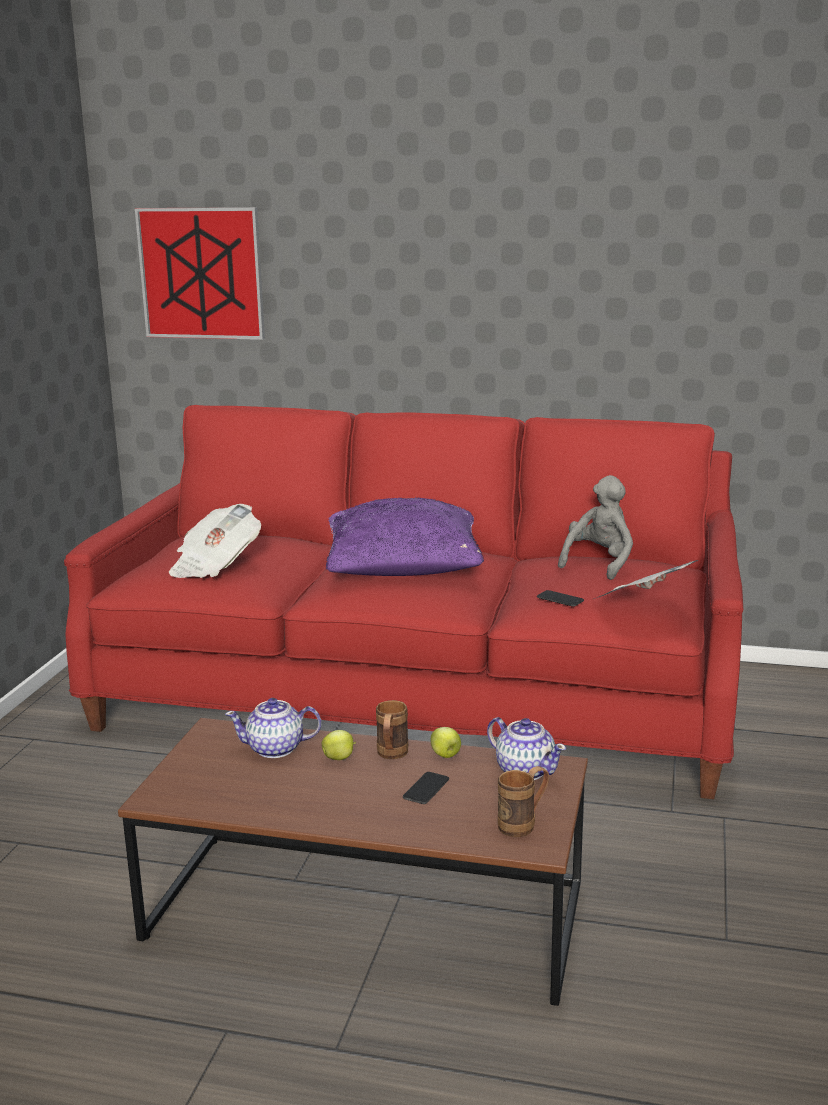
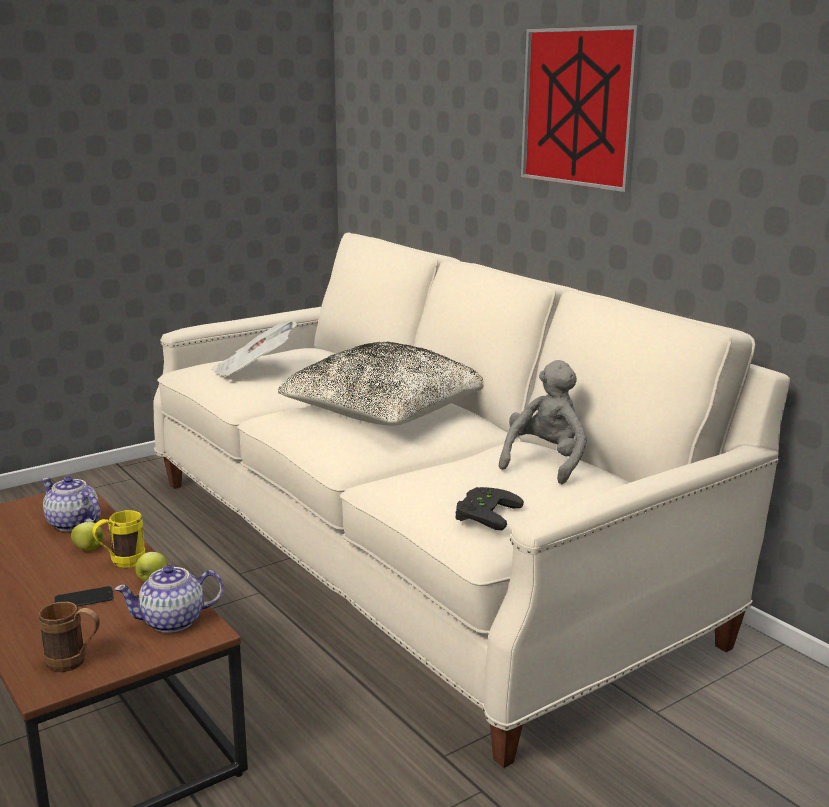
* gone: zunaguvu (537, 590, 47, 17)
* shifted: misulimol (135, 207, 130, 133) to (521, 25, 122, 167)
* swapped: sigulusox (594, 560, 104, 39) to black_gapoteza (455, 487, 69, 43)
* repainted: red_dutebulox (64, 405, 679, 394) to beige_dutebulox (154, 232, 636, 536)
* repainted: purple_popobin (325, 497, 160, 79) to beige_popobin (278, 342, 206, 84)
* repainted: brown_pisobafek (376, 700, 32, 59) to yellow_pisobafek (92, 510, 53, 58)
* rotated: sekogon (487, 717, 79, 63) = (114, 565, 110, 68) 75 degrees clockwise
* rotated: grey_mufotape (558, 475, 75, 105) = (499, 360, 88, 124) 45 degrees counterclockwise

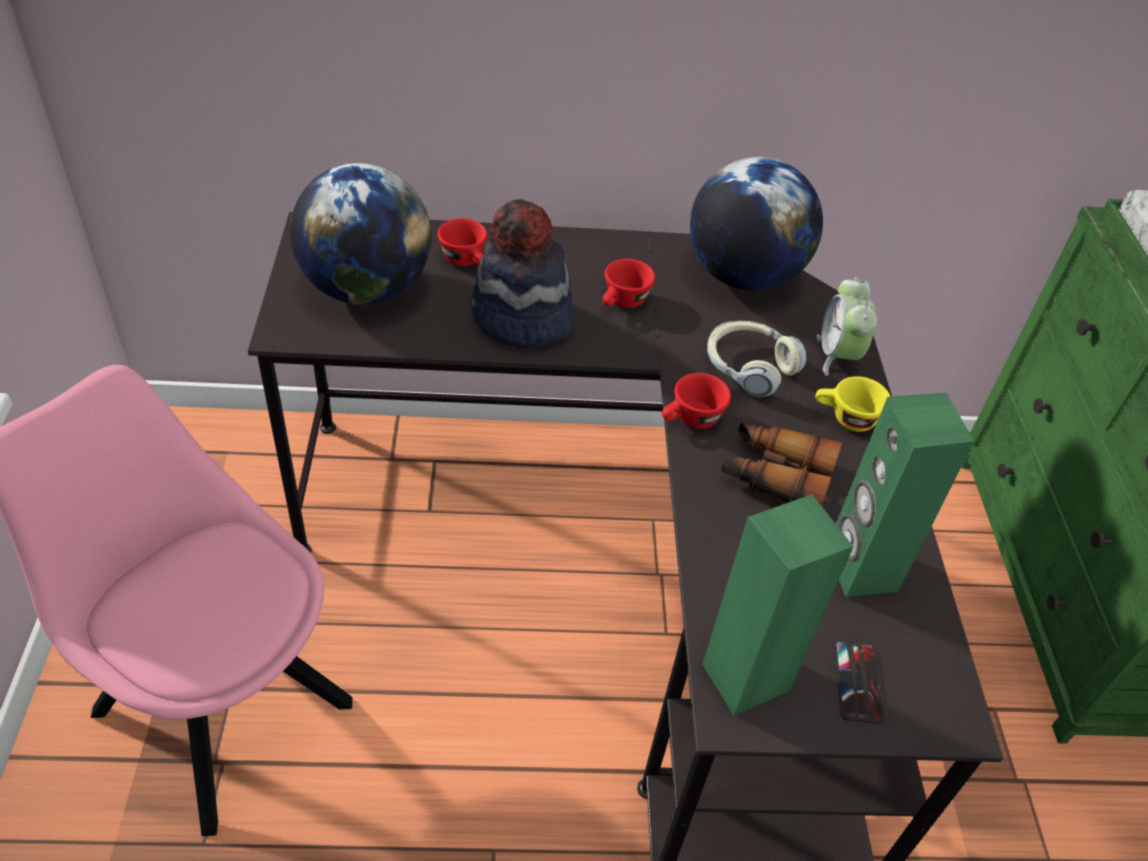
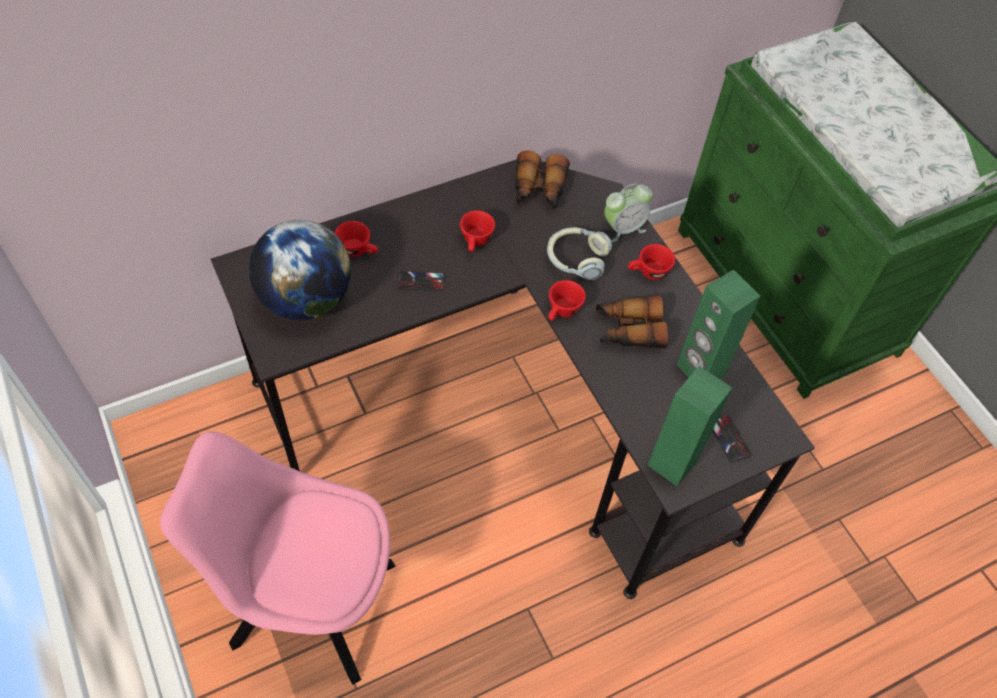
* swapped: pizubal (471, 199, 103, 149) to zunaguvu (396, 271, 49, 20)
* swapped: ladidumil (690, 157, 133, 134) to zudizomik (515, 150, 55, 59)
* repainted: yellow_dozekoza (815, 376, 76, 56) to red_dozekoza (628, 244, 47, 36)
* rotated: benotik (816, 277, 61, 99) = (604, 184, 49, 59) 90 degrees counterclockwise

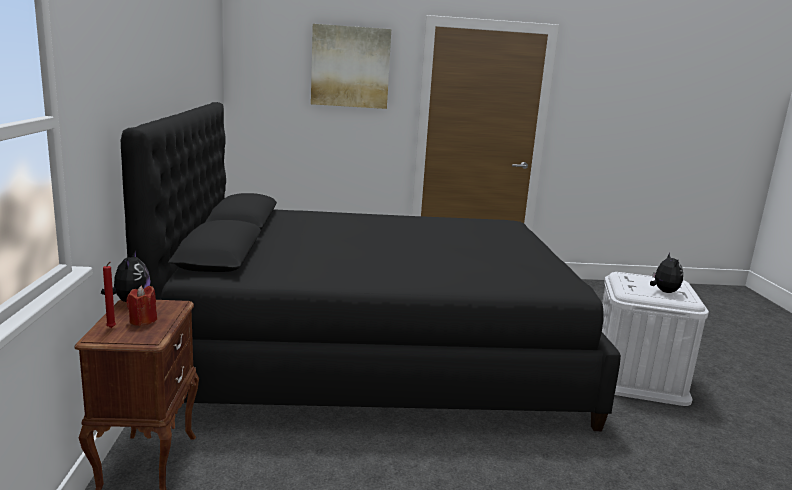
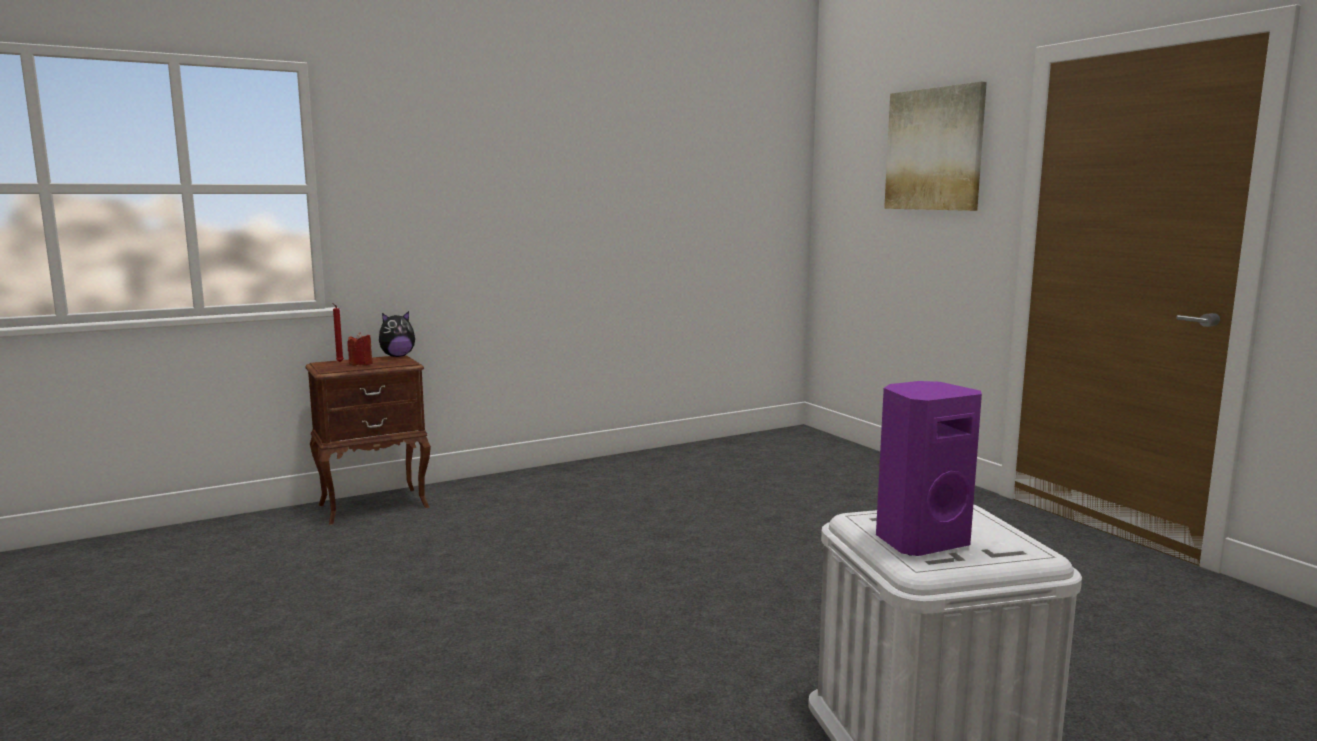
* gone: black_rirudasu (121, 102, 500, 329)
* swapped: mufotape (650, 253, 33, 40) to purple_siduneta (876, 381, 106, 175)

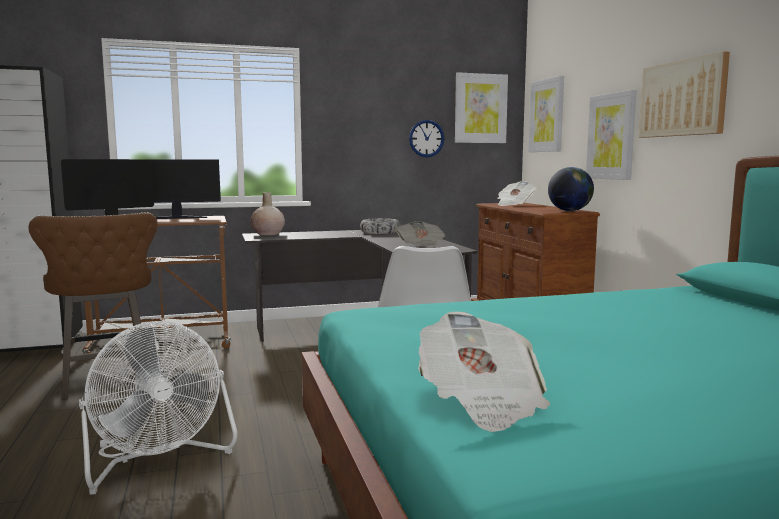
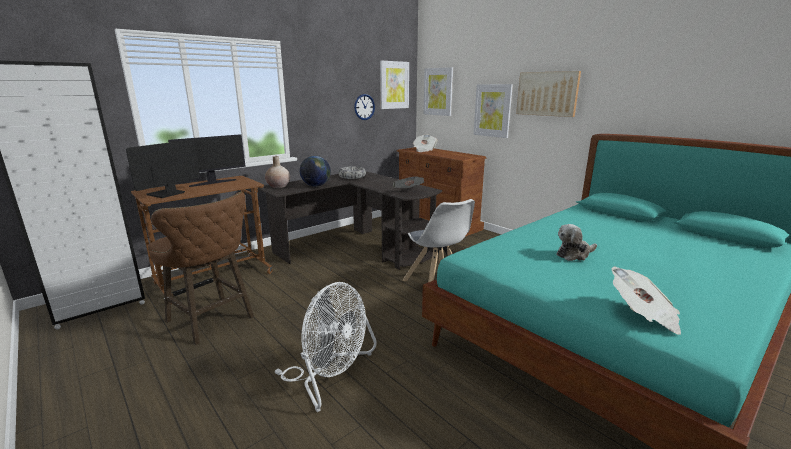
* new: mufotape (557, 224, 40, 37)
* shifted: ladidumil (548, 167, 46, 44) to (300, 156, 31, 31)

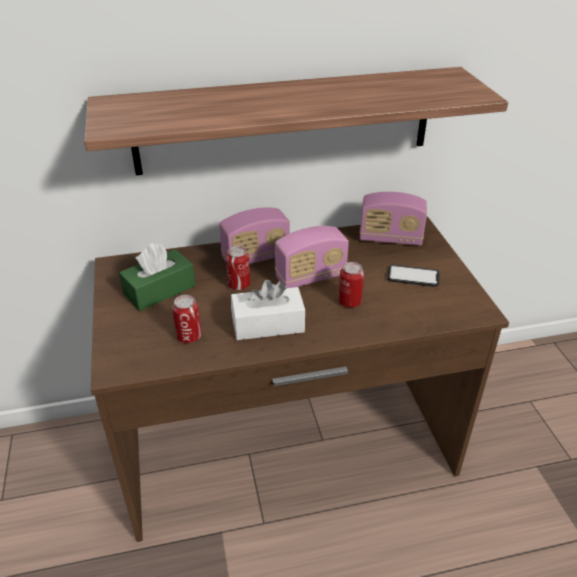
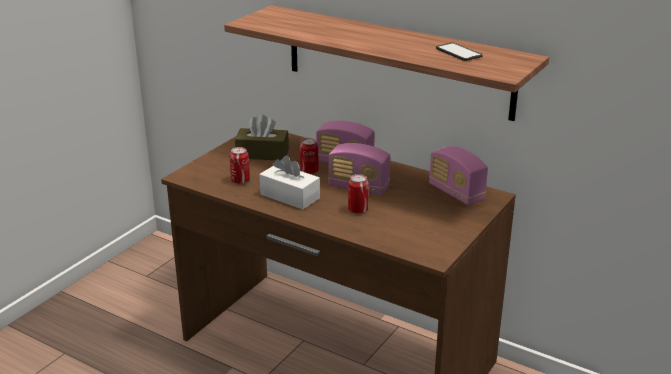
* shifted: zunaguvu (387, 265, 52, 22) to (436, 42, 47, 19)
* repainted: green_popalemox (119, 243, 77, 68) to brown_popalemox (235, 114, 54, 47)

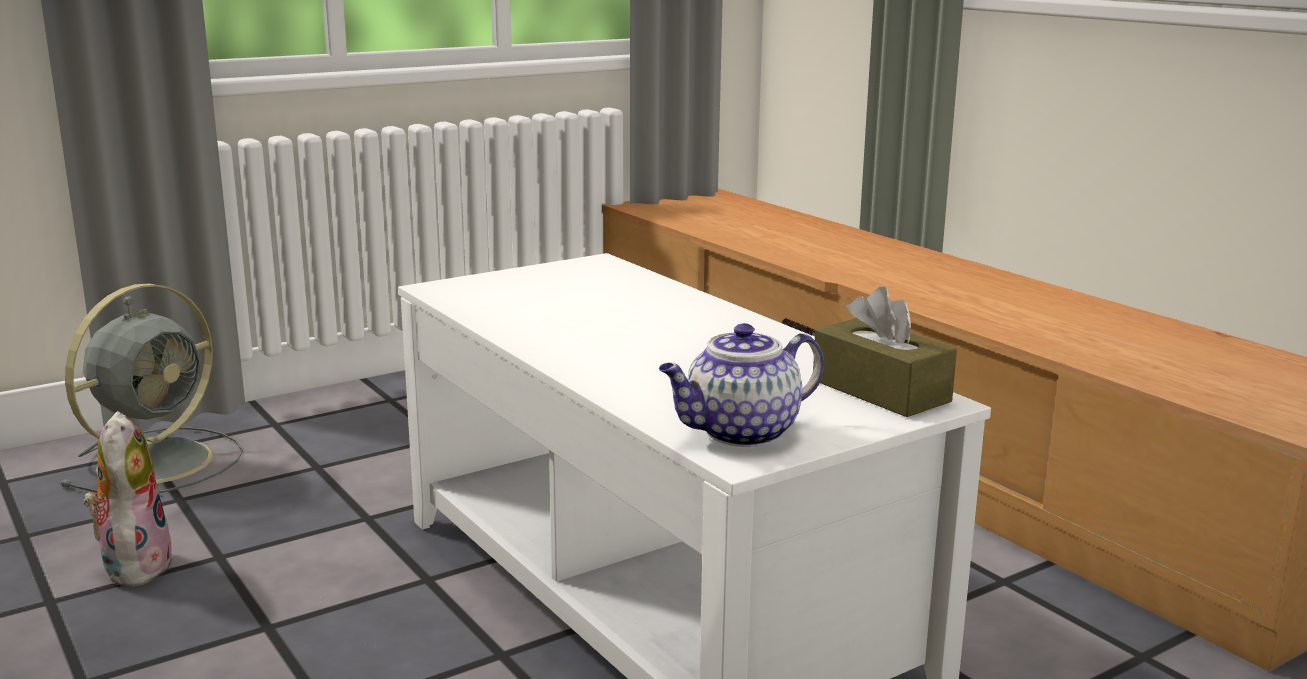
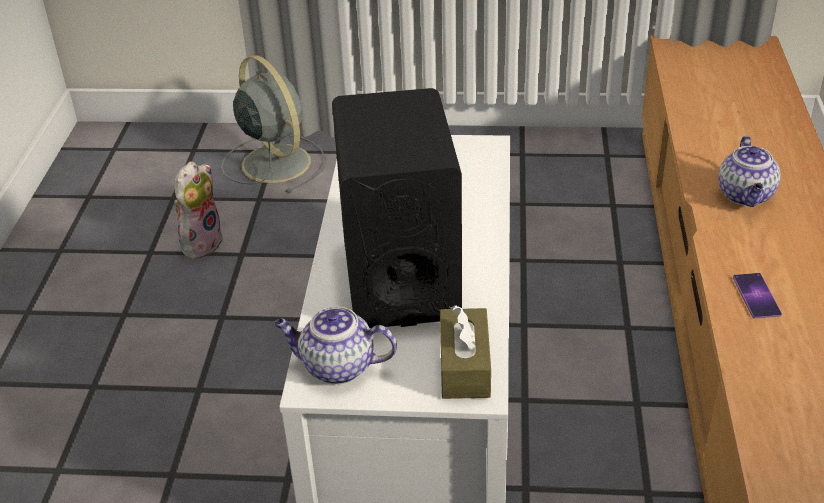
* new: black_siduneta (332, 88, 130, 240)
* new: sekogon (718, 136, 63, 71)
* new: zunaguvu (733, 273, 49, 46)
* rotated: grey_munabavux (60, 283, 183, 210) = (221, 55, 106, 139) 105 degrees counterclockwise

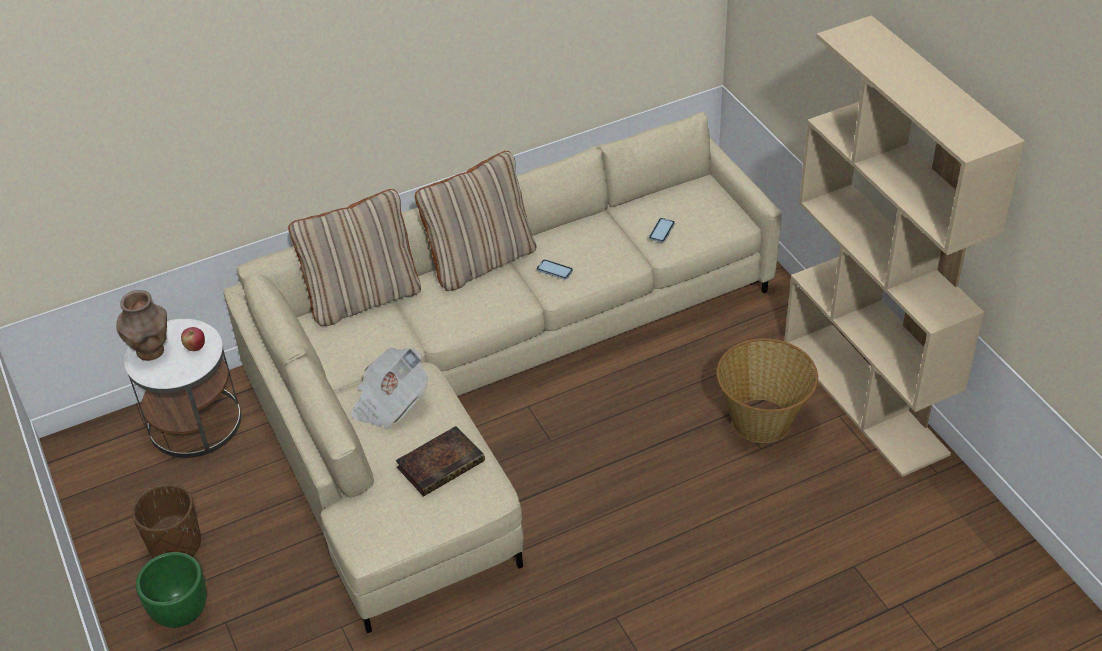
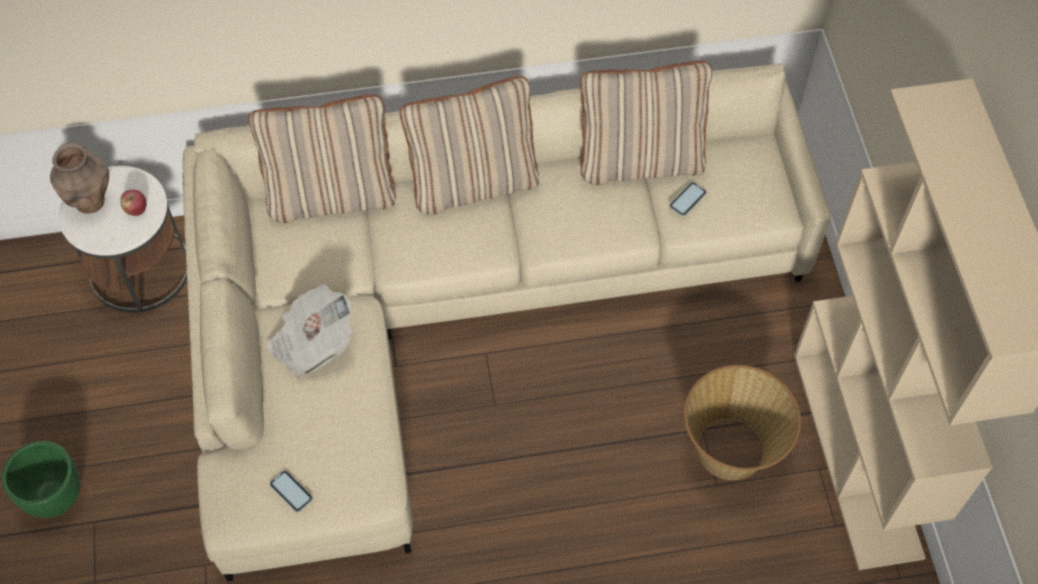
* gone: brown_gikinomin (132, 483, 69, 75)
* gone: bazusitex (396, 426, 89, 71)
* new: beige_popobin (580, 61, 132, 124)
* shifted: zunaguvu (537, 259, 36, 21) to (270, 470, 43, 42)

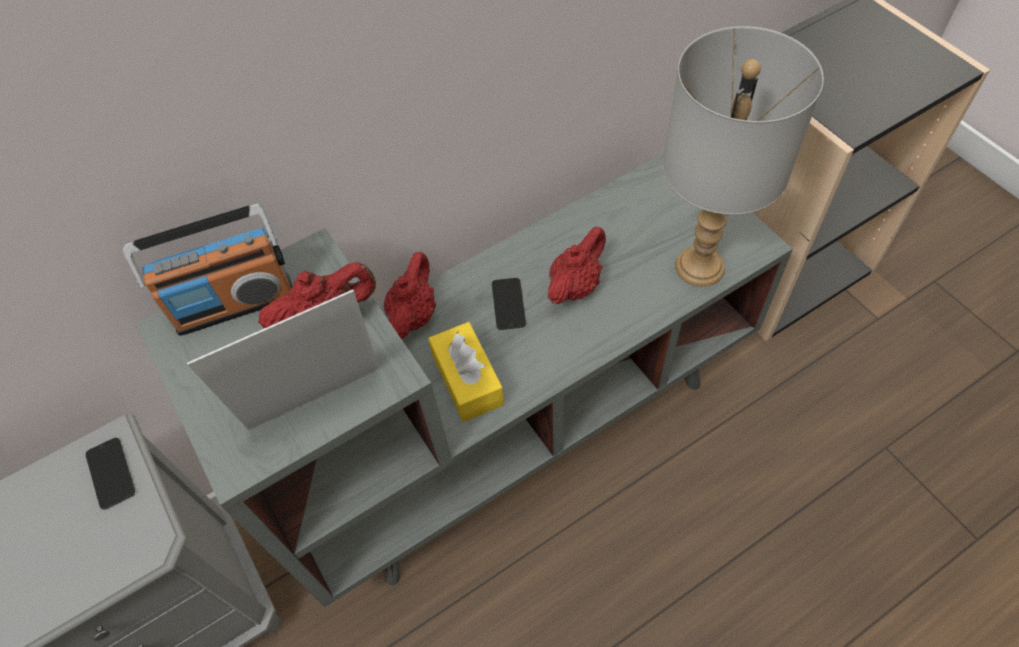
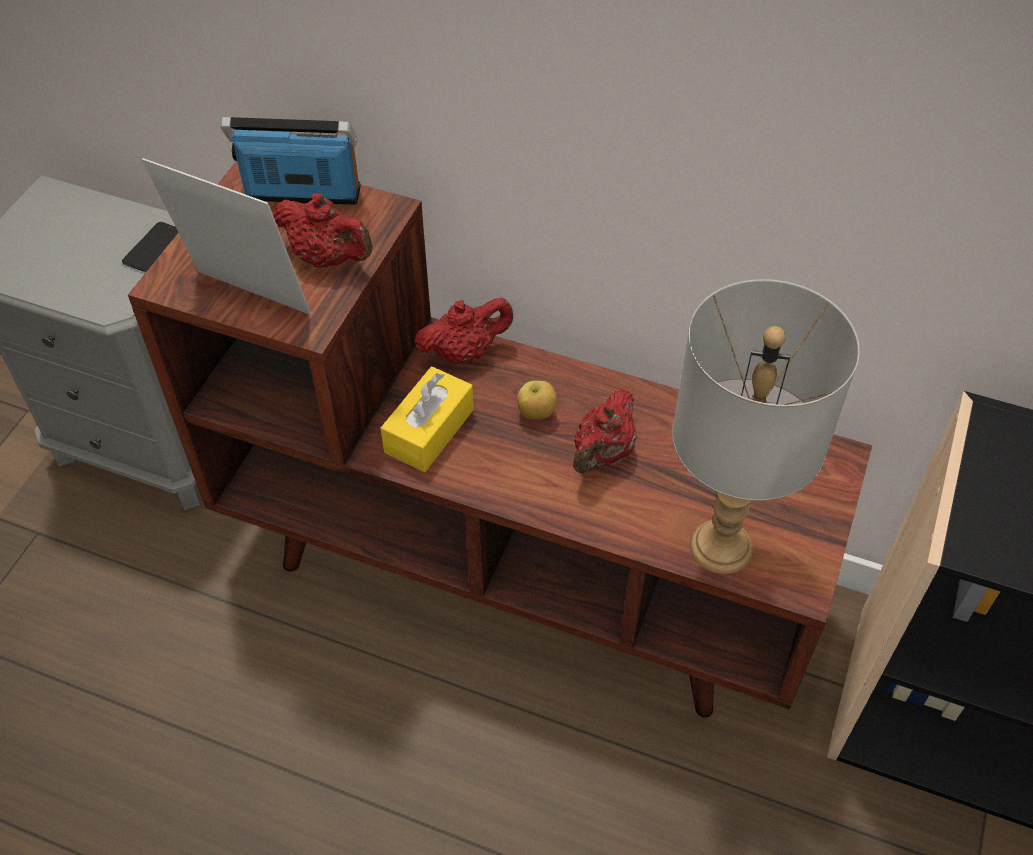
* swapped: zunaguvu (492, 278, 34, 52) to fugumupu (517, 381, 40, 39)
* repainted: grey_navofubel (136, 154, 657, 453) to brown_navofubel (128, 161, 744, 557)
* rotated: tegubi (123, 203, 170, 133) = (220, 117, 141, 88) 150 degrees clockwise
* rotated: red_sekogon (547, 227, 59, 77) = (573, 389, 63, 85) 120 degrees clockwise

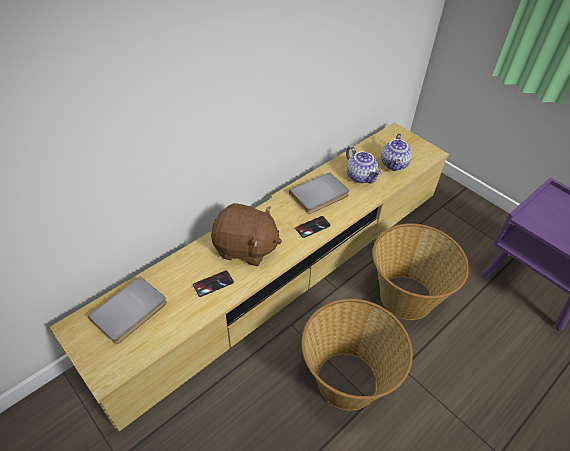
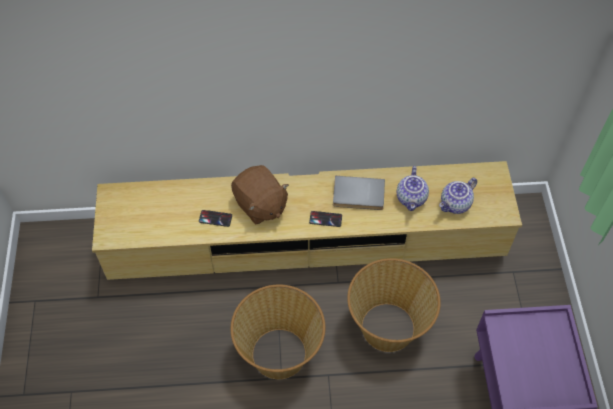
* gone: grey_bazusitex (88, 276, 79, 68)

